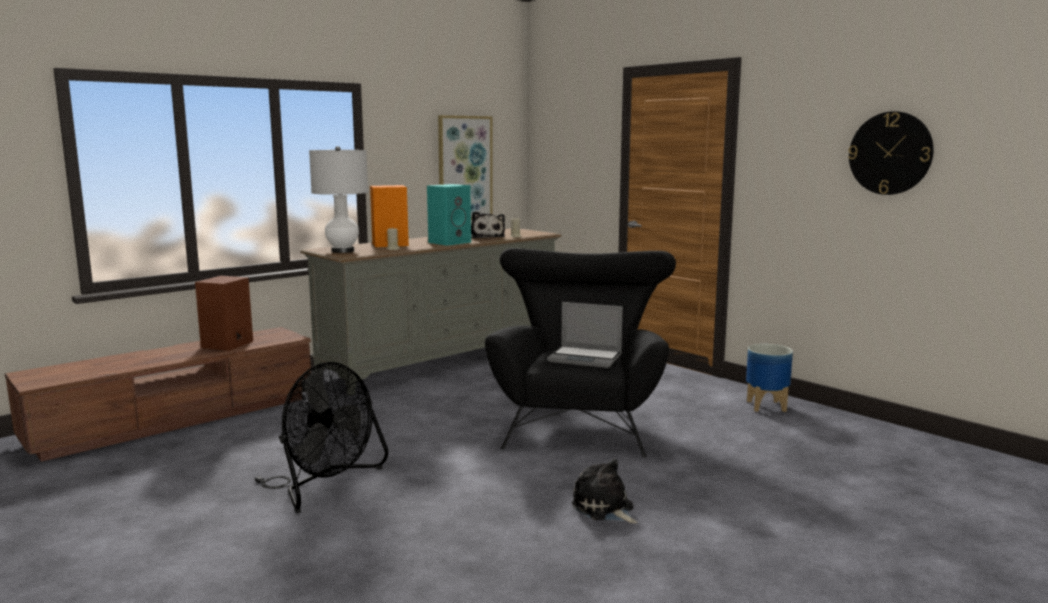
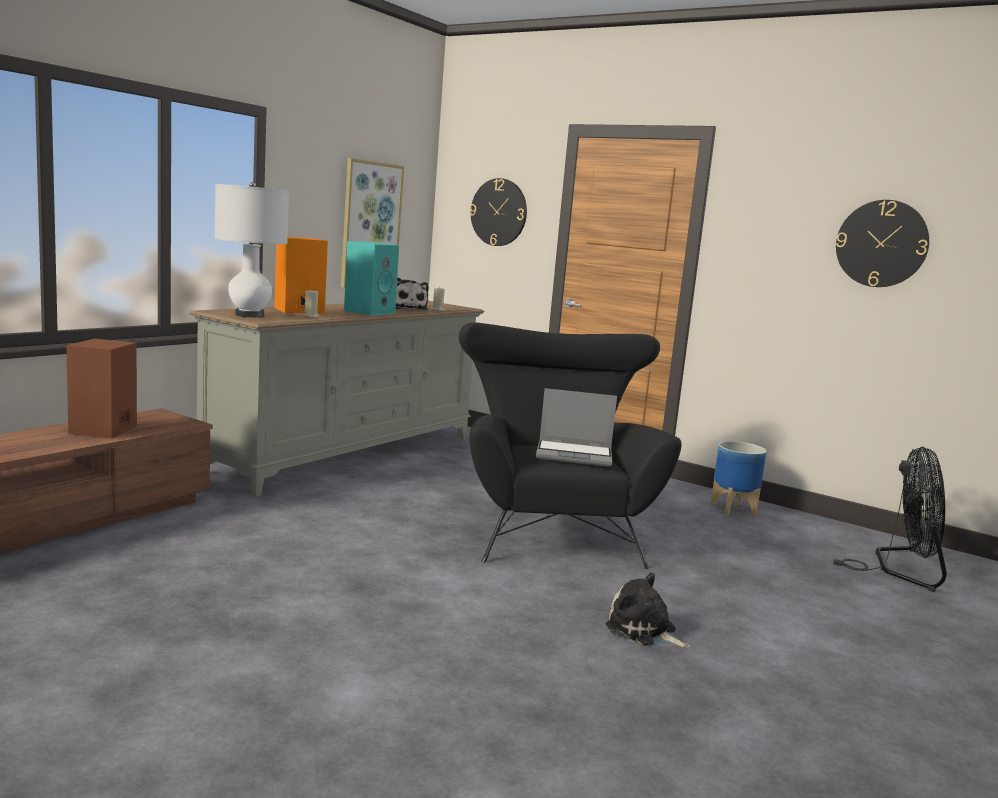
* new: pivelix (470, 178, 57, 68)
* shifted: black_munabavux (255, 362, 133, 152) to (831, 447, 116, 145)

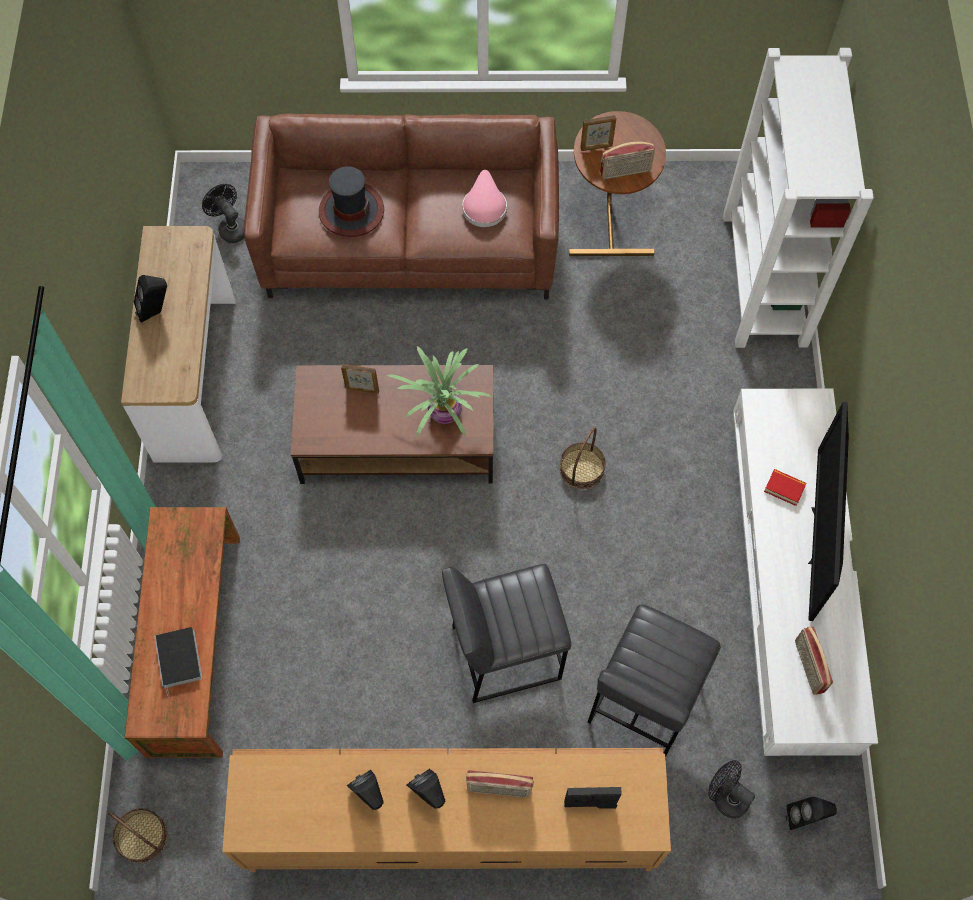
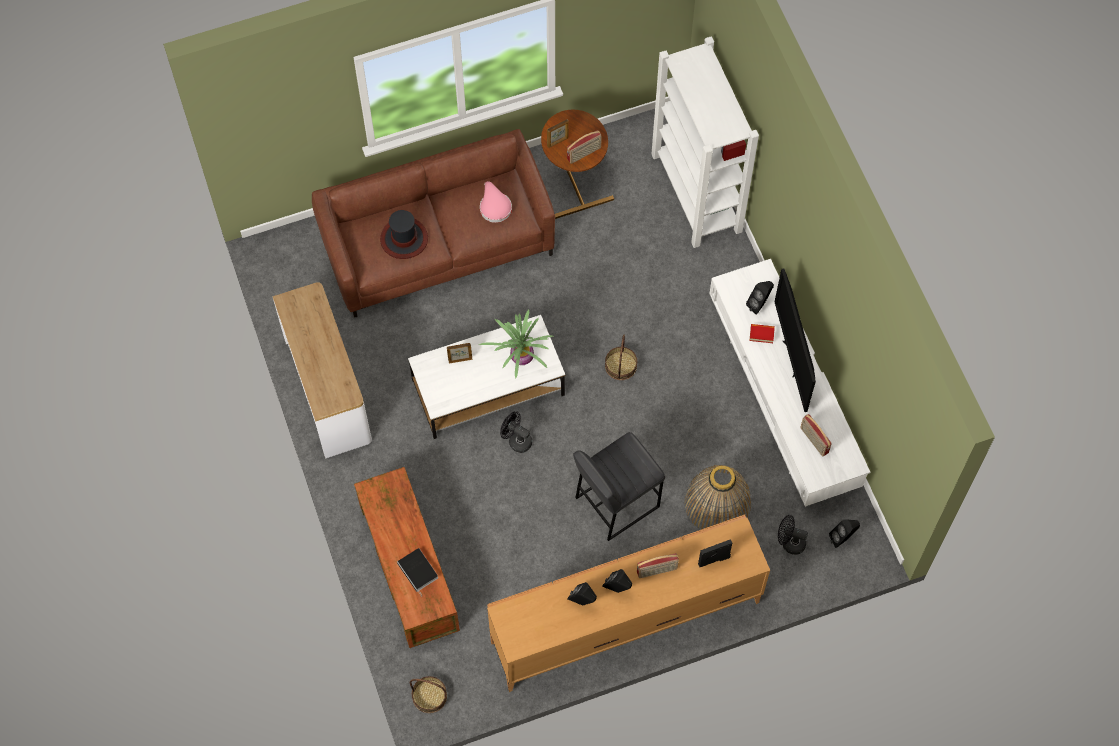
* shifted: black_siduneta (134, 275, 33, 48) to (746, 281, 28, 34)
* shifted: black_munabavux (202, 184, 43, 59) to (500, 411, 32, 42)
* swapped: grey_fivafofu (588, 604, 133, 153) to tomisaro (684, 465, 67, 64)
* repainted: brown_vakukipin (290, 365, 204, 119) to white_vakukipin (408, 315, 157, 124)

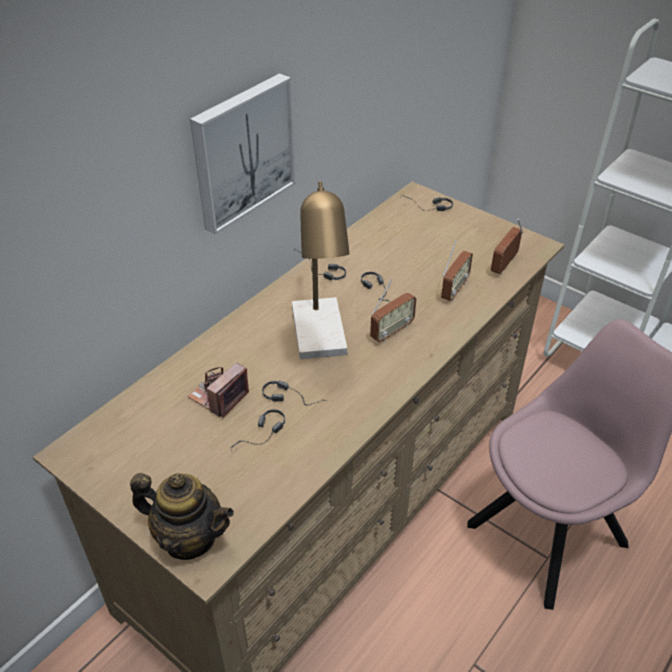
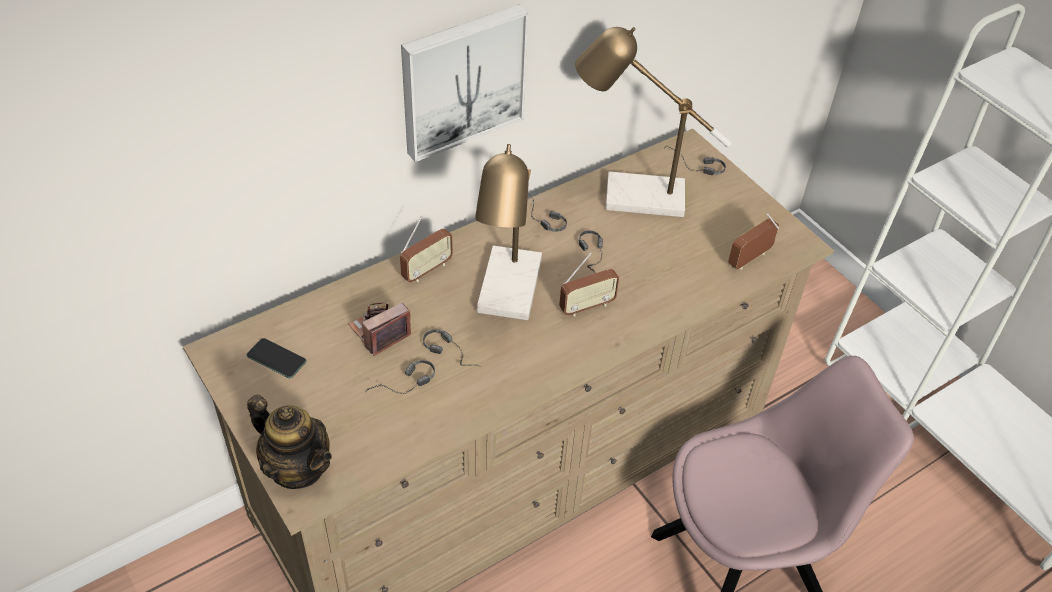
* new: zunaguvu (247, 338, 59, 40)
* new: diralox (575, 27, 157, 190)
* shifted: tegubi (441, 239, 32, 62) to (400, 216, 53, 66)

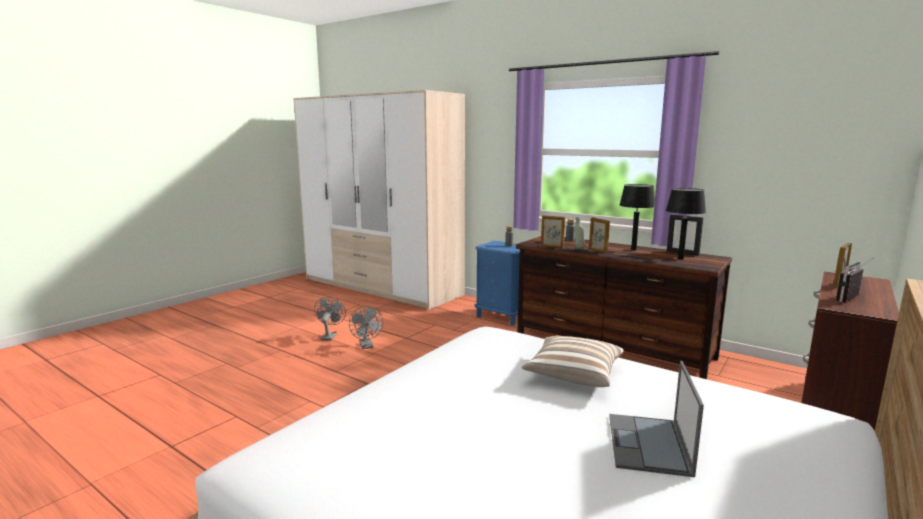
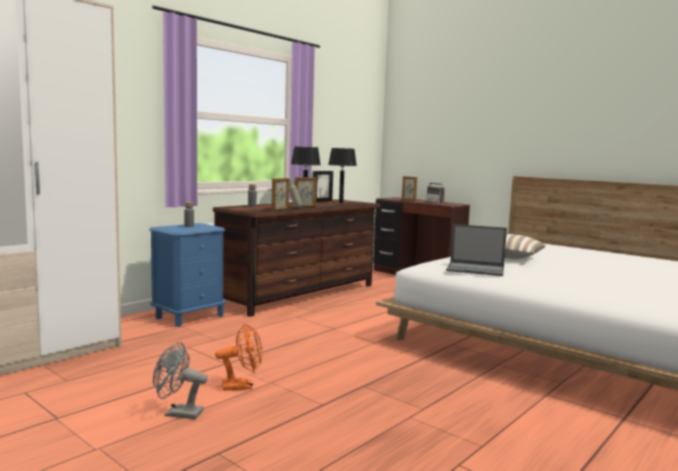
* shifted: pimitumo (609, 361, 95, 116) to (446, 224, 61, 52)
* repainted: grey_munabavux (349, 306, 34, 43) to orange_munabavux (215, 323, 48, 68)

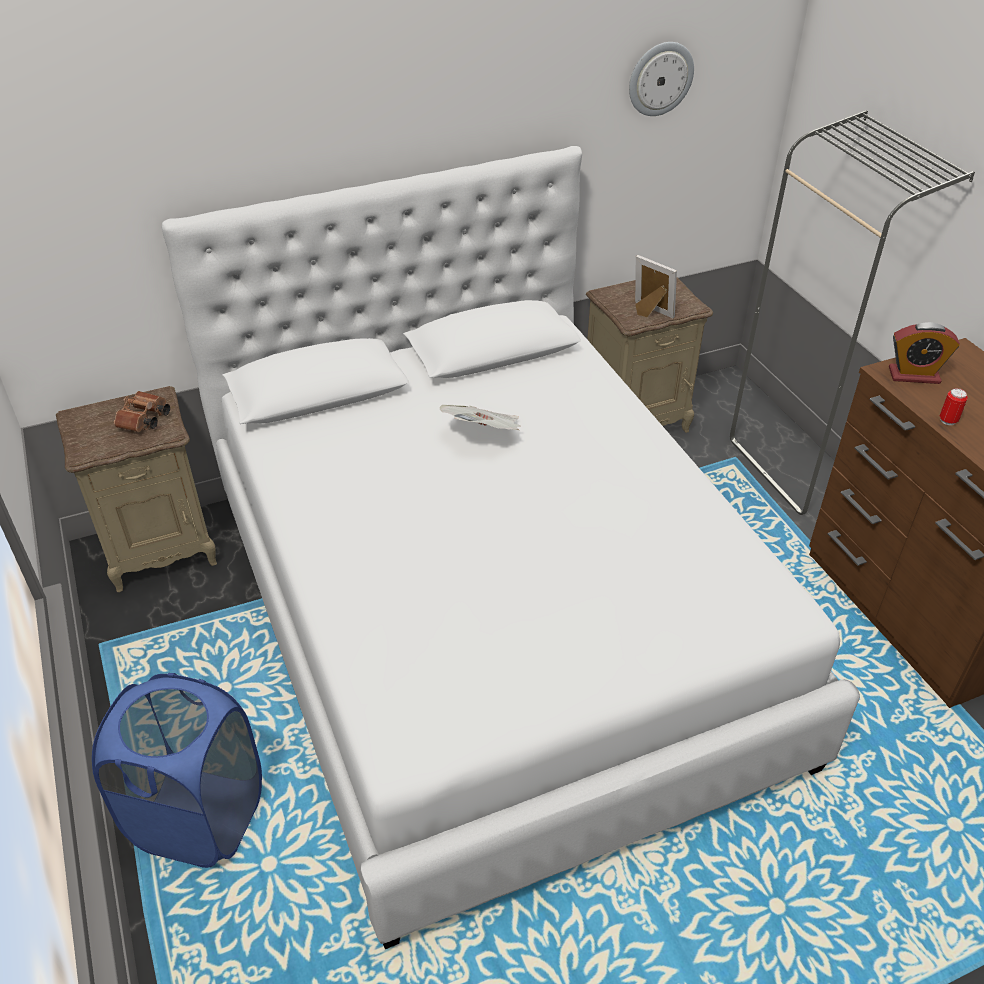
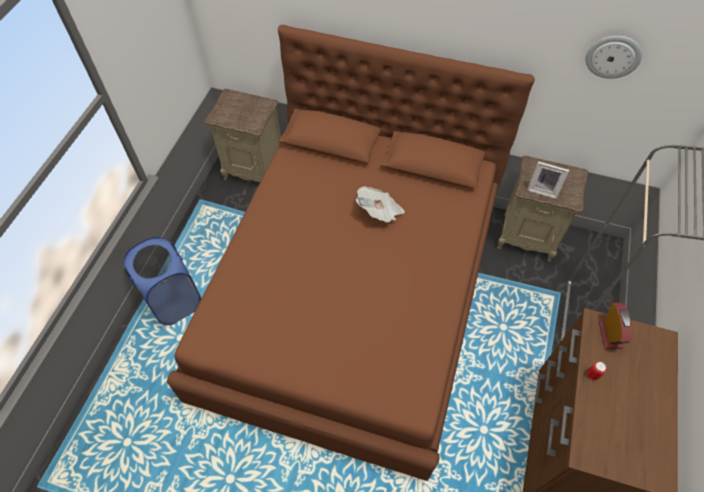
* gone: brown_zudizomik (114, 391, 56, 41)
* repainted: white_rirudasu (162, 146, 698, 803) to brown_rirudasu (167, 25, 368, 456)
* rotated: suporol (635, 255, 42, 63) = (527, 161, 42, 38) 120 degrees clockwise
* rotated: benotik (889, 322, 71, 62) = (598, 303, 34, 46) 135 degrees counterclockwise

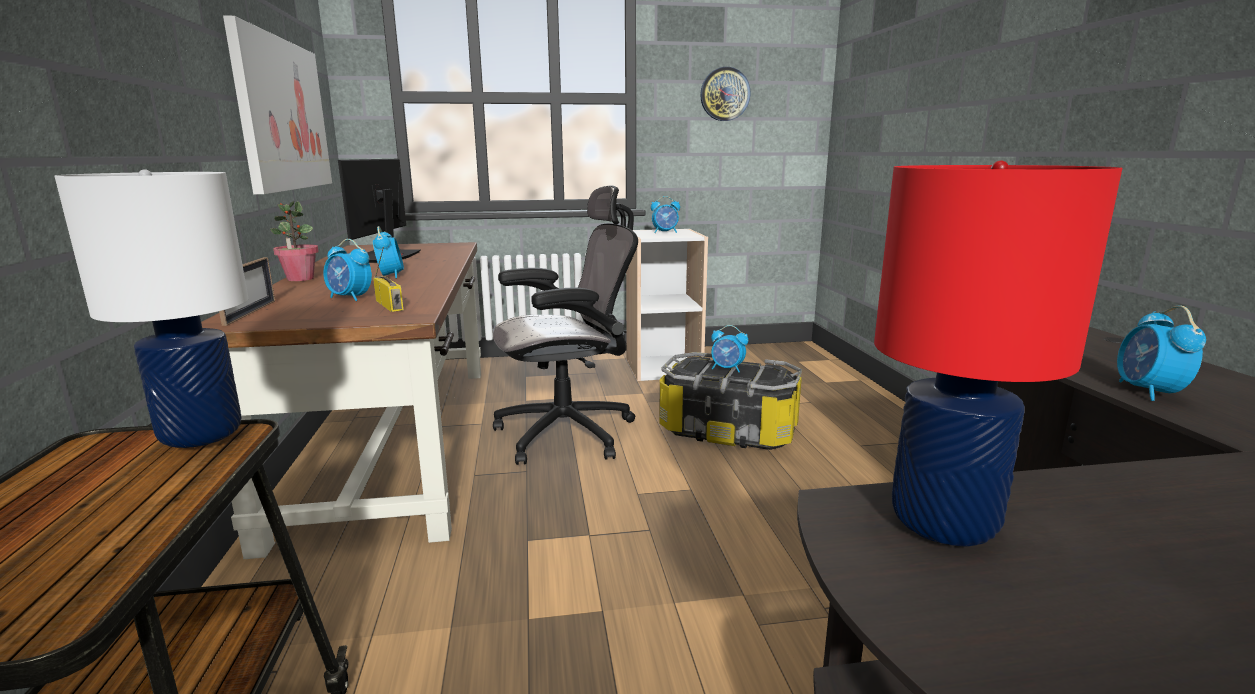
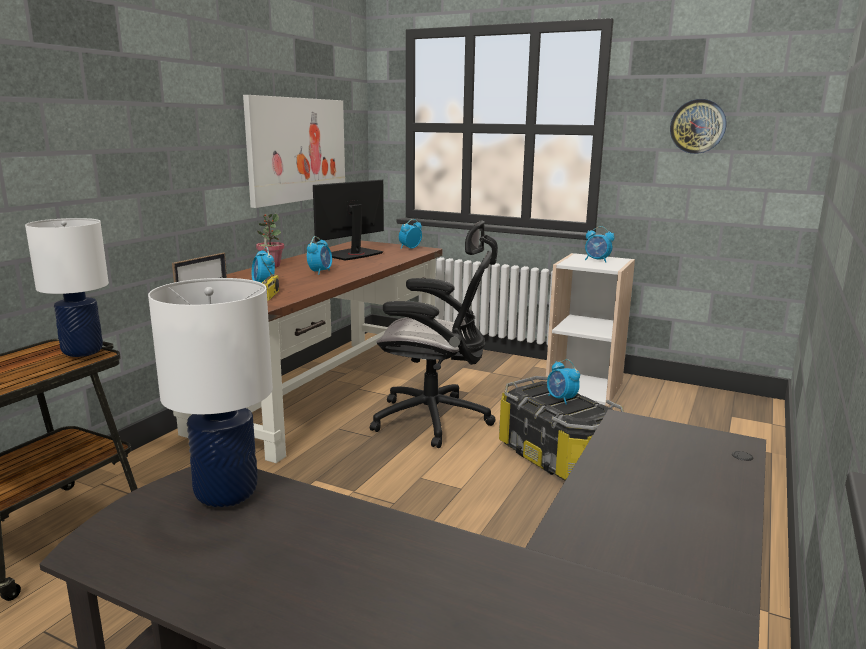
* shifted: benotik (1117, 306, 89, 95) to (399, 219, 23, 30)
* repainted: red_diralox (874, 161, 248, 386) to white_diralox (148, 278, 125, 230)

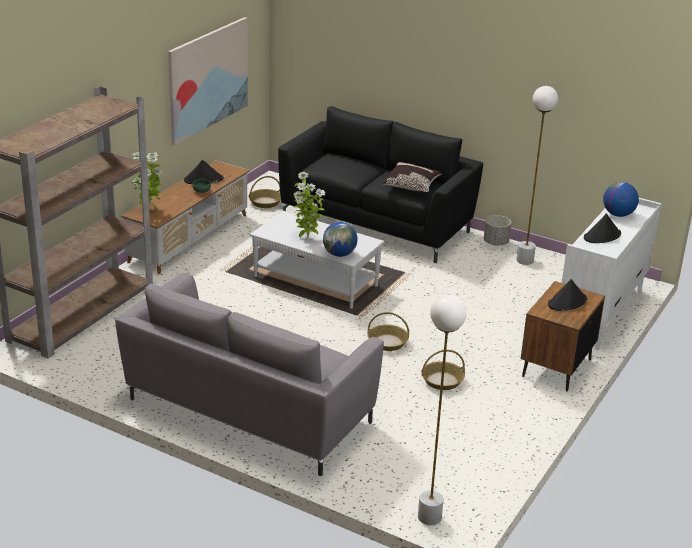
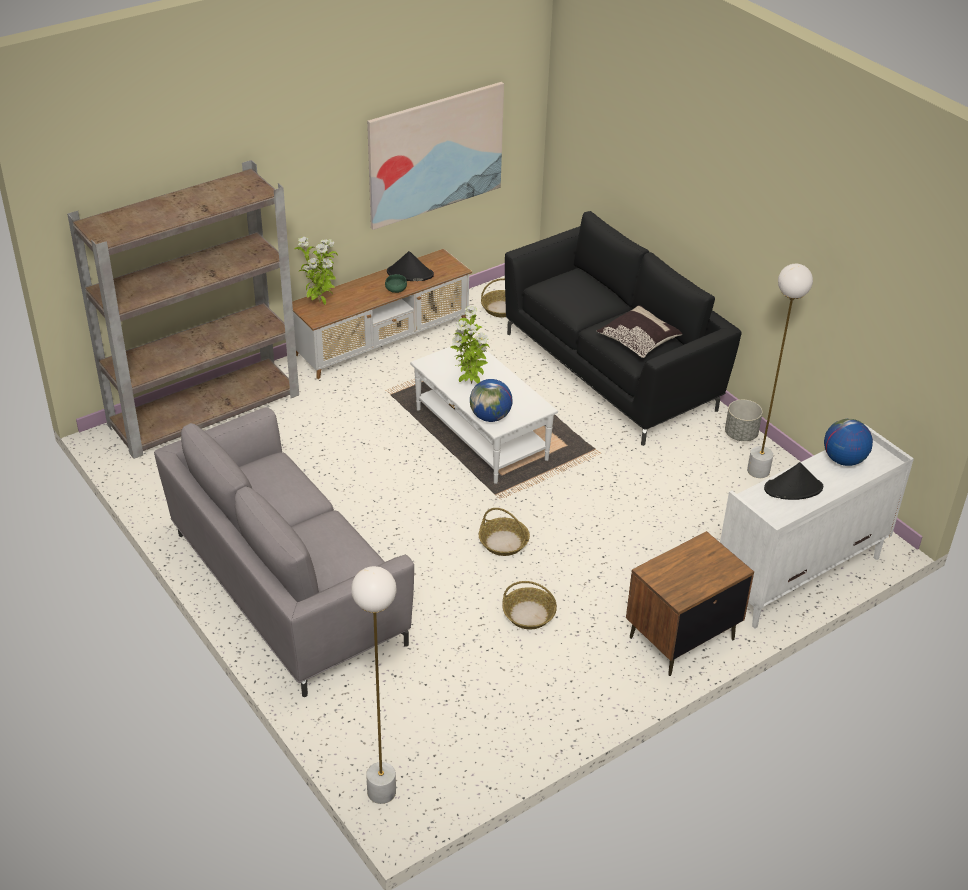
* gone: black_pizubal (548, 279, 39, 32)

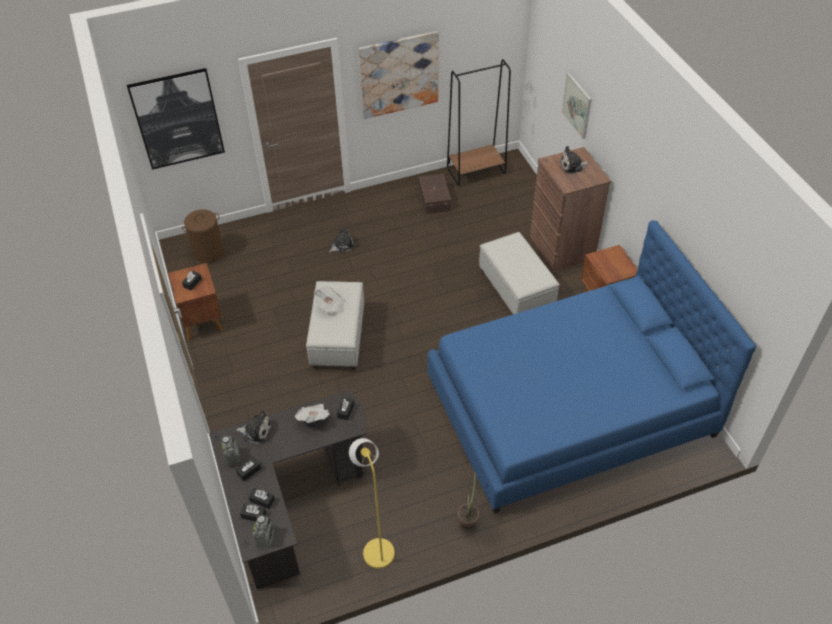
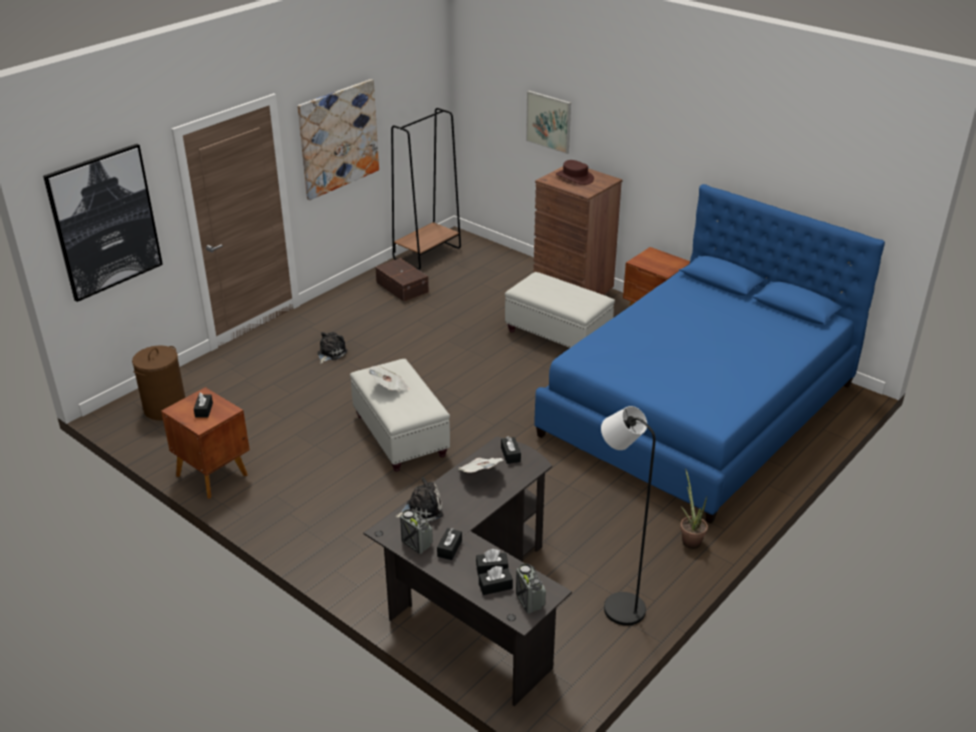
* swapped: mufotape (560, 146, 29, 28) to brown_pizubal (556, 160, 38, 25)
* repainted: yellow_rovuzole (349, 438, 46, 131) to black_rovuzole (601, 406, 54, 220)

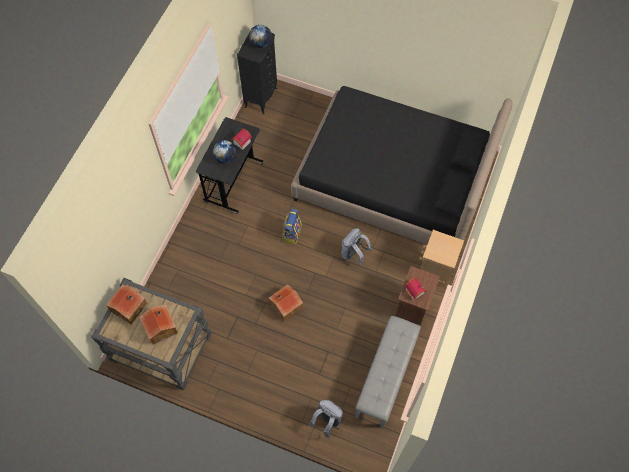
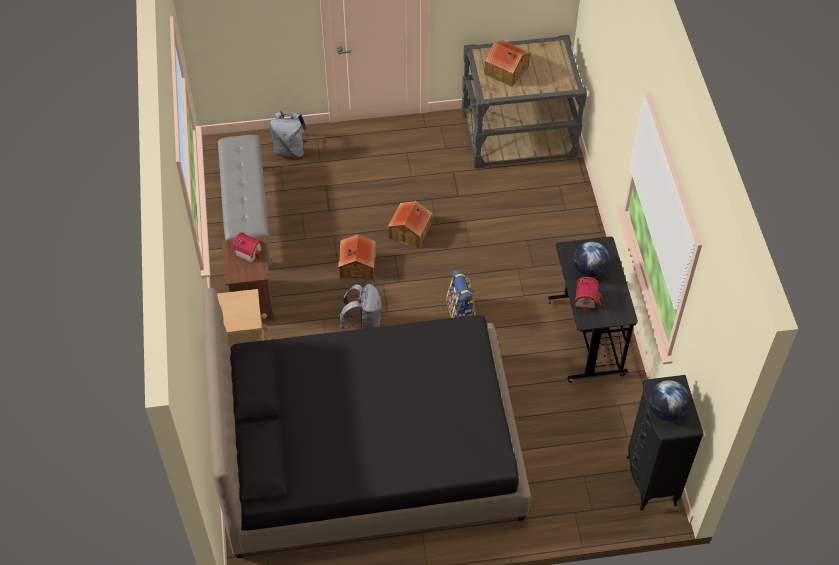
* shifted: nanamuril (106, 284, 41, 40) to (338, 234, 38, 46)

